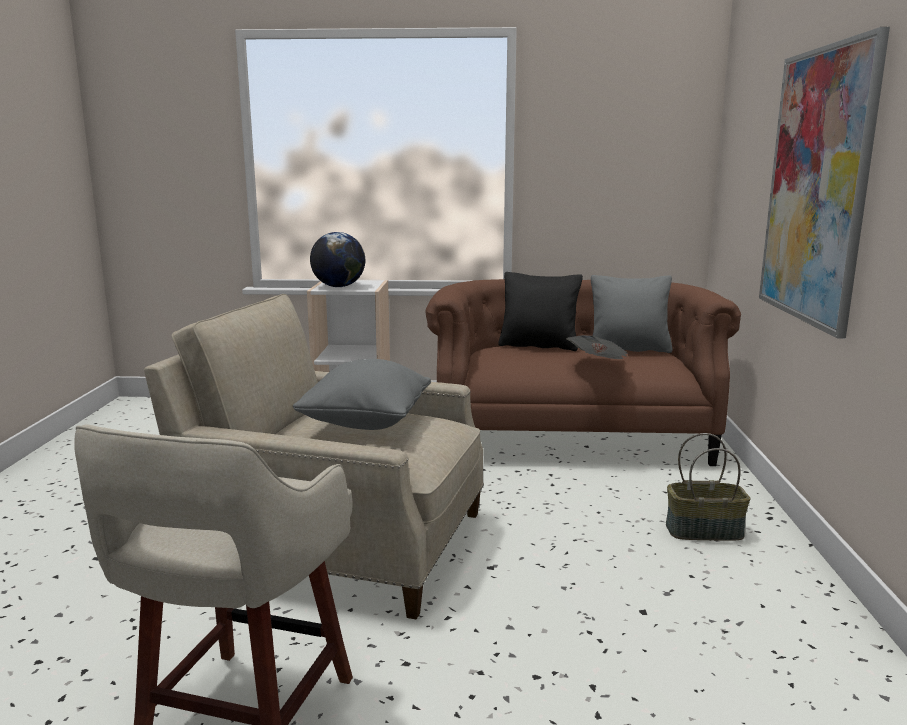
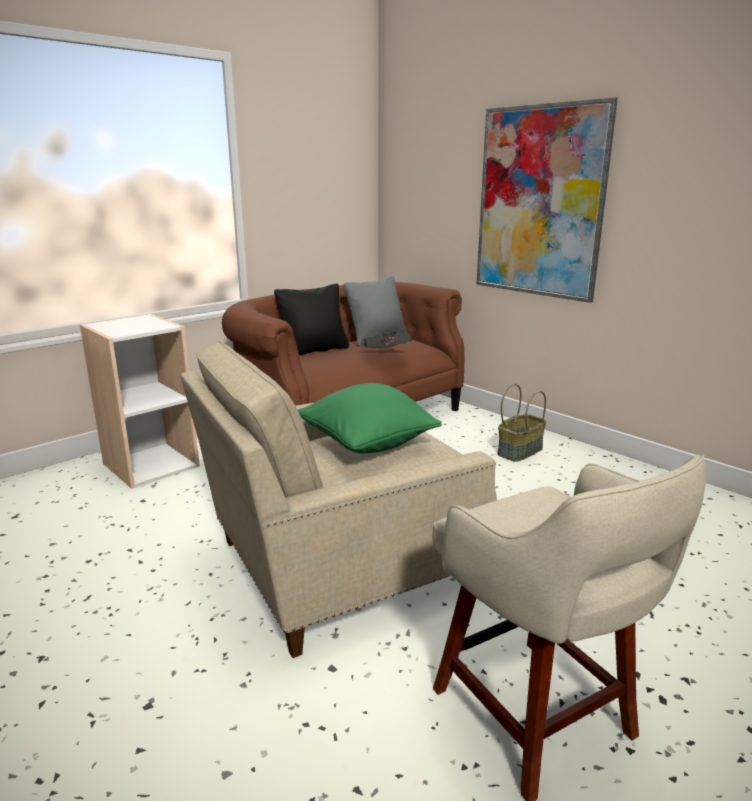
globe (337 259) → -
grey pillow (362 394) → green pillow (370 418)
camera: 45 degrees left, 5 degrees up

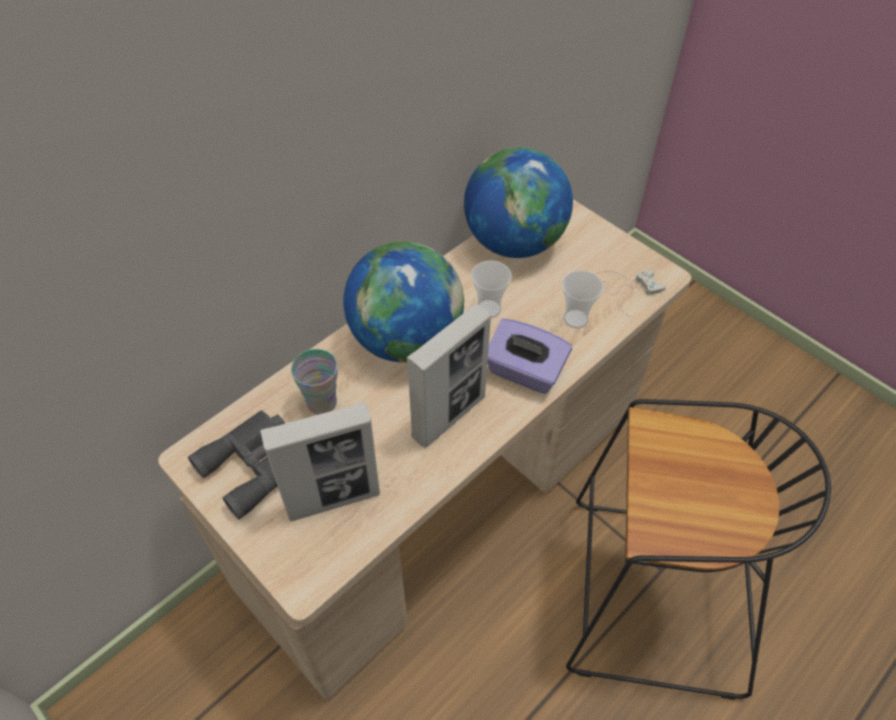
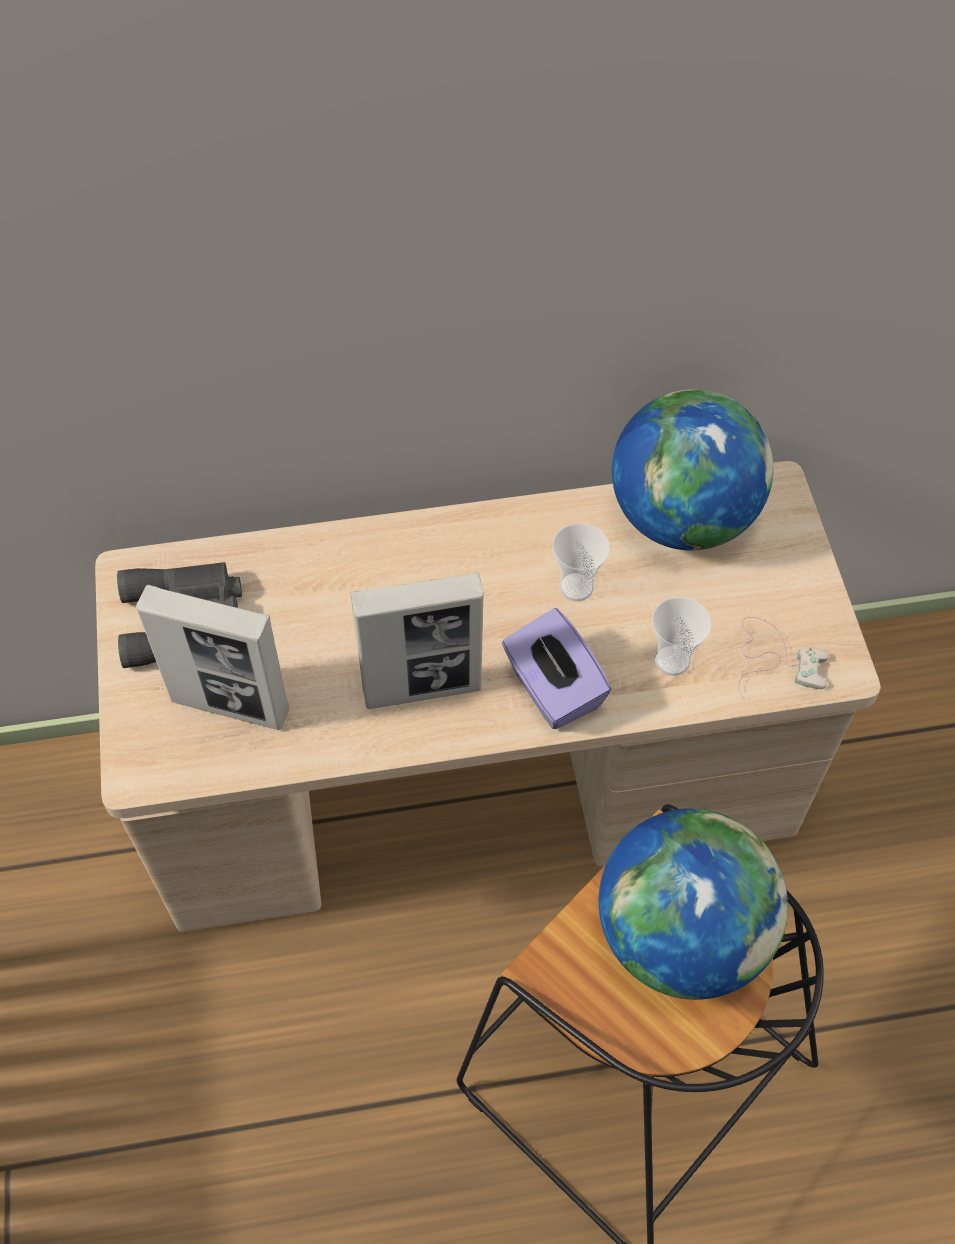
cup (314 382) → -
globe (403 302) → globe (693 904), move
camera: 35 degrees right, 5 degrees up

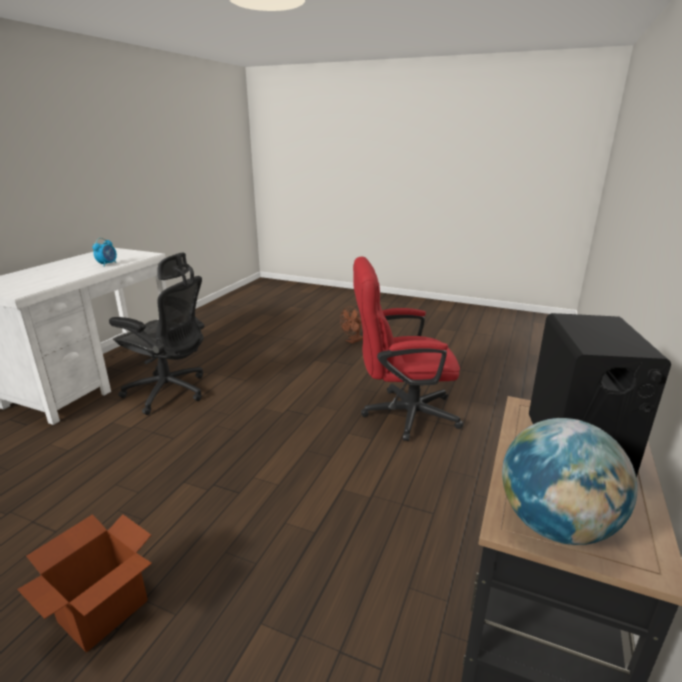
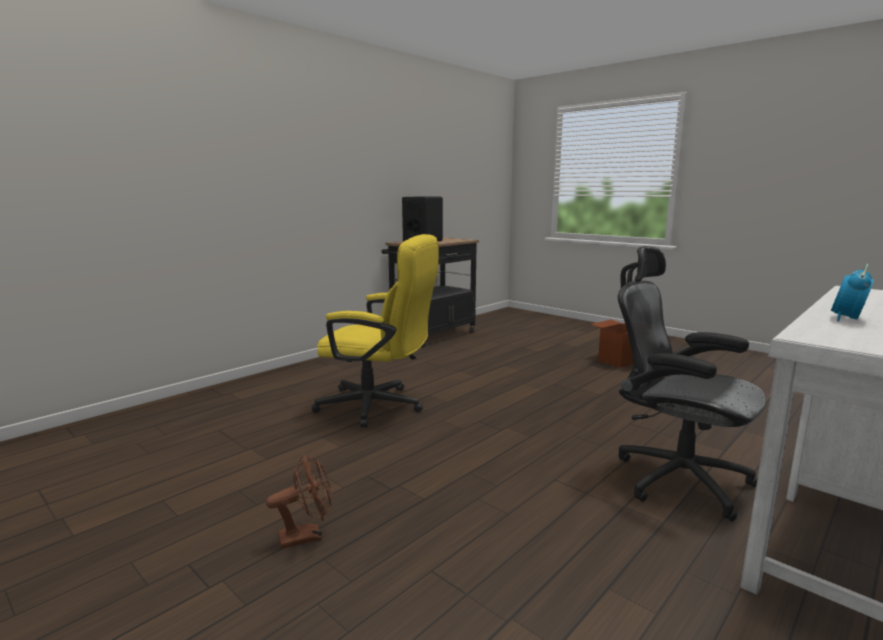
globe (569 481) → -
red office chair (408 349) → yellow office chair (375 330)
camera: 160 degrees left, 10 degrees down

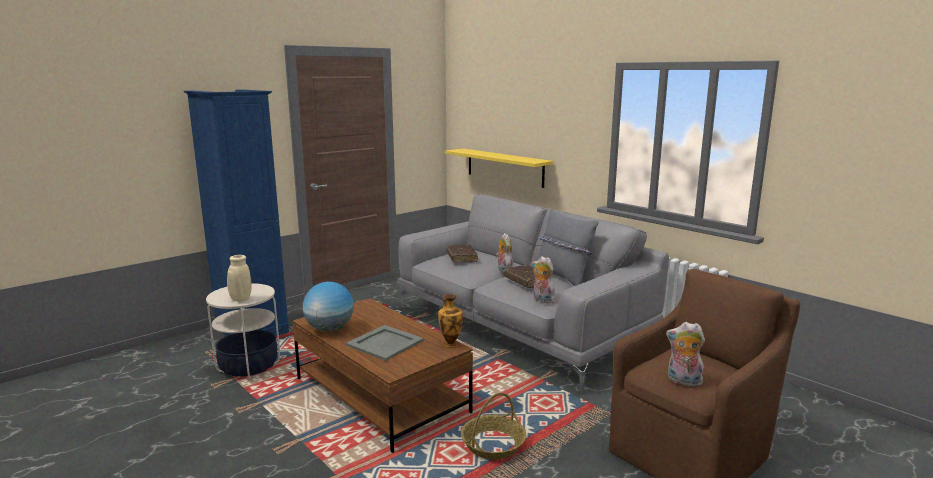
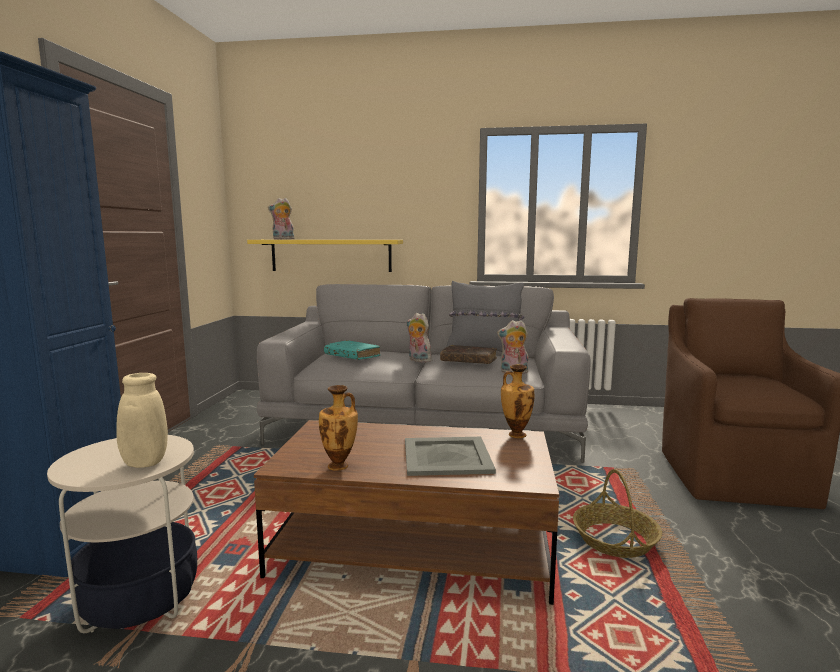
plush toy (685 354) → plush toy (281 218), move
globe (328 307) → vase (338 428)
brown book (462 253) → turquoise book (352 350)
camera: 40 degrees left, 5 degrees down

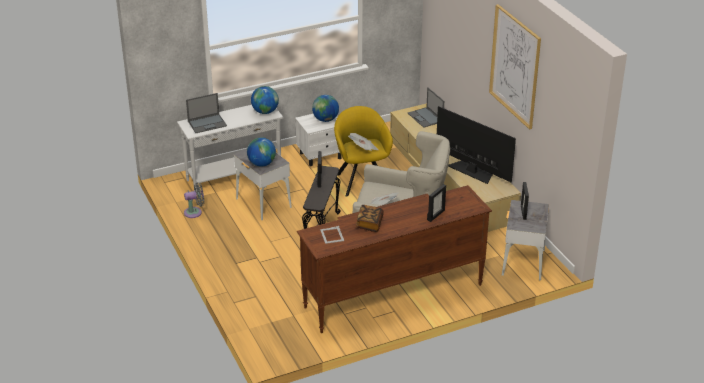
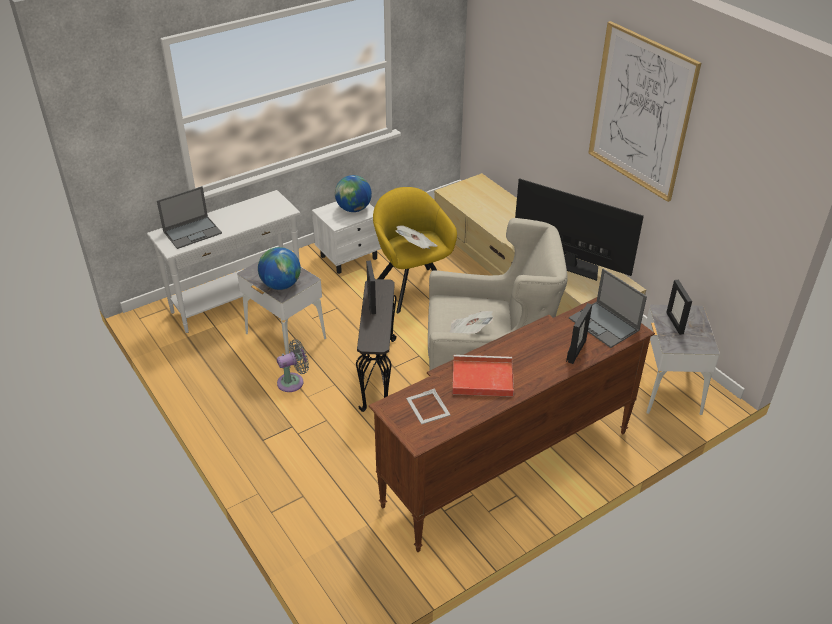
globe (265 100) → -
grey fan (194 200) → grey fan (293 365), move
laptop (426 107) → laptop (608 308), move
book (370 218) → red tray (483 376)
camera: 10 degrees left, 5 degrees up

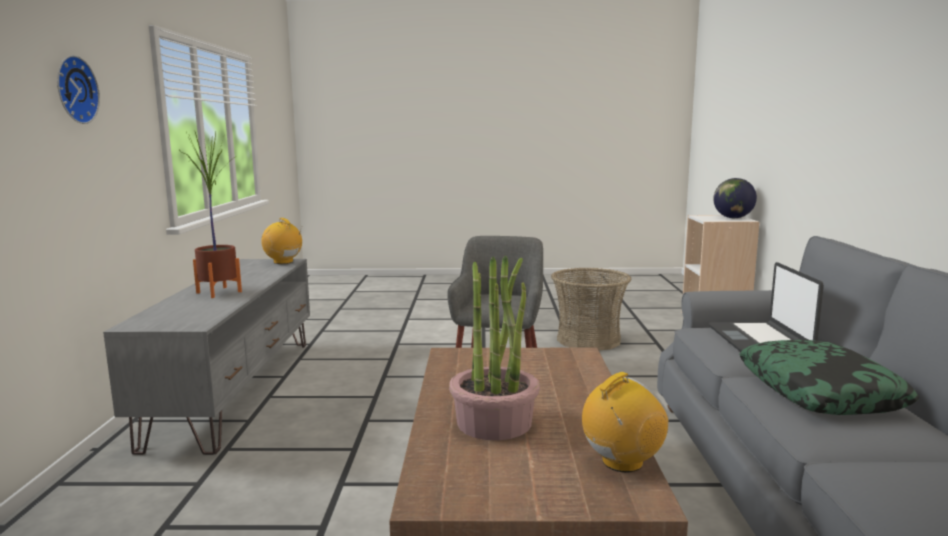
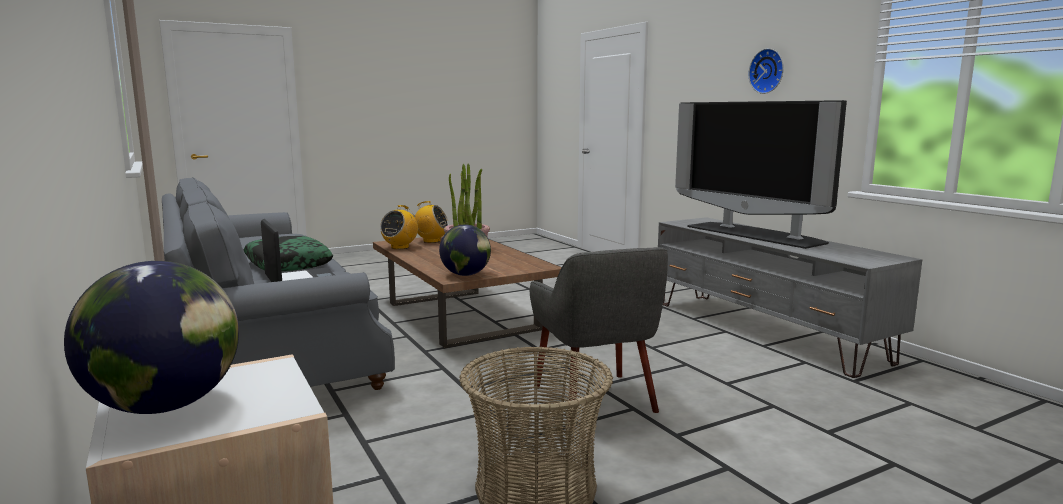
- → globe (465 250)
radio (282 241) → radio (429 222), move
potted plant (210 215) → television (761 174)
camera: 150 degrees right, 0 degrees up

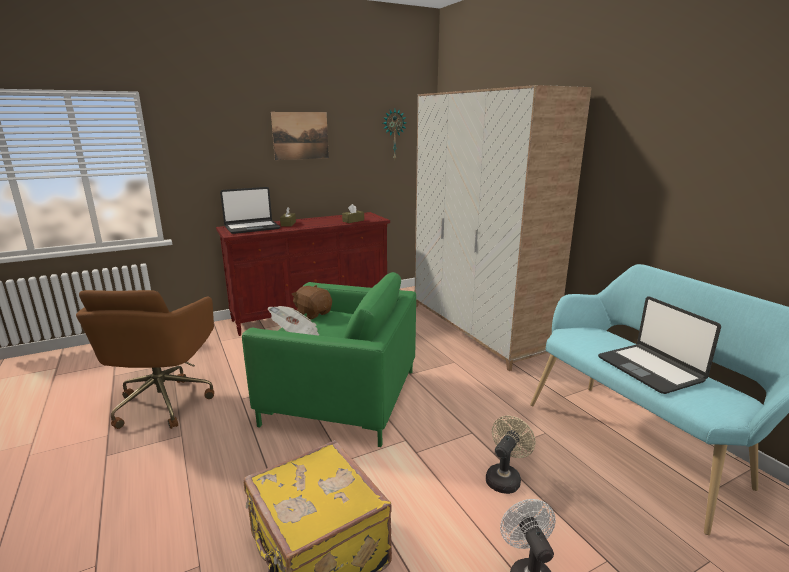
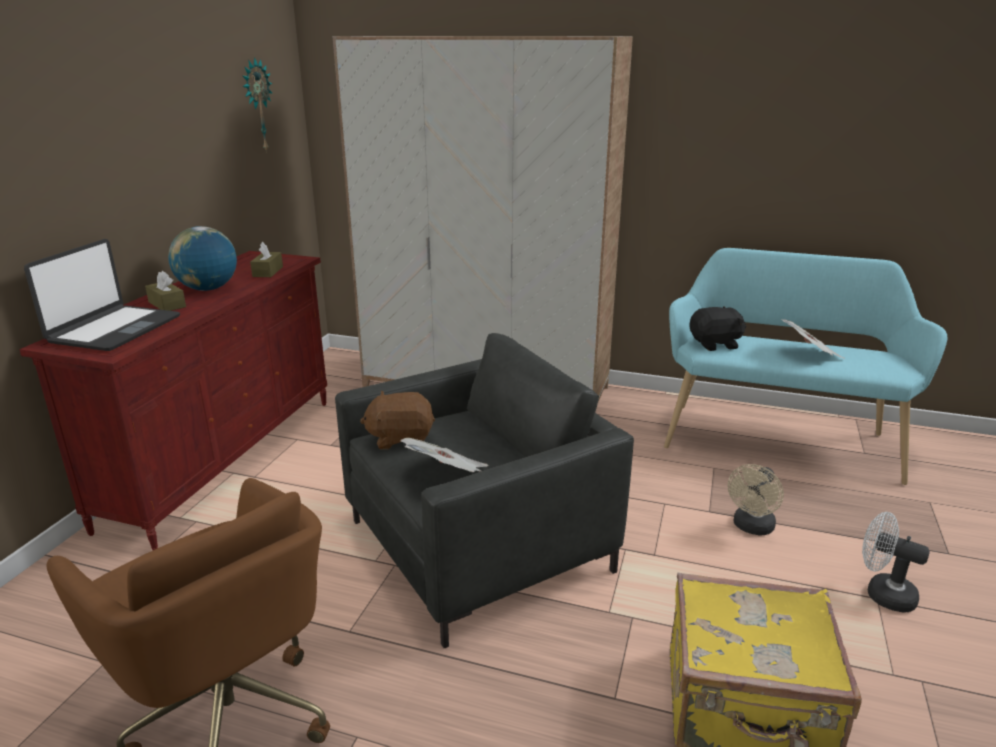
picture (300 136) → -
- → globe (202 258)
- → black plush toy (717 328)
laptop (659 345) → newspaper (813 339)
green armchair (329 359) → grey armchair (484 491)
beige fan (510 455) → beige fan (756 500), 135 degrees counterclockwise
camera: 45 degrees left, 5 degrees up

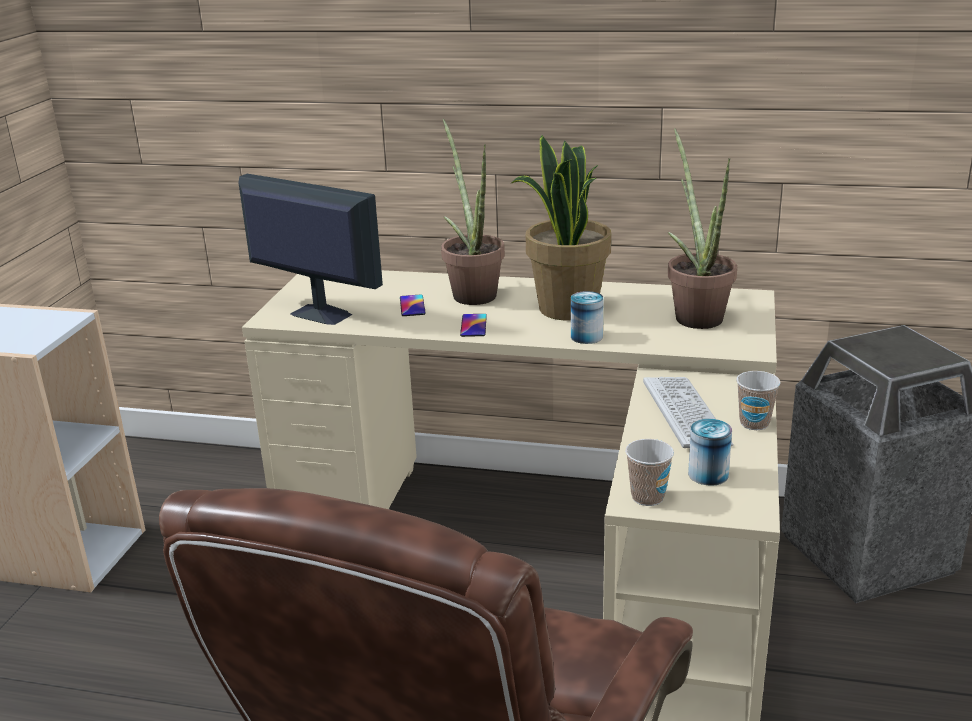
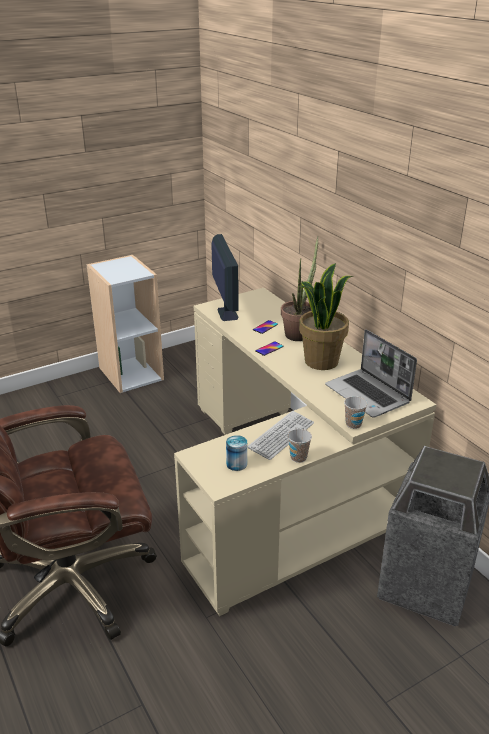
can (587 317) → -
cup (649 472) → cup (356 412), move
potted plant (702 228) → laptop (371 373)
camera: 45 degrees right, 5 degrees up

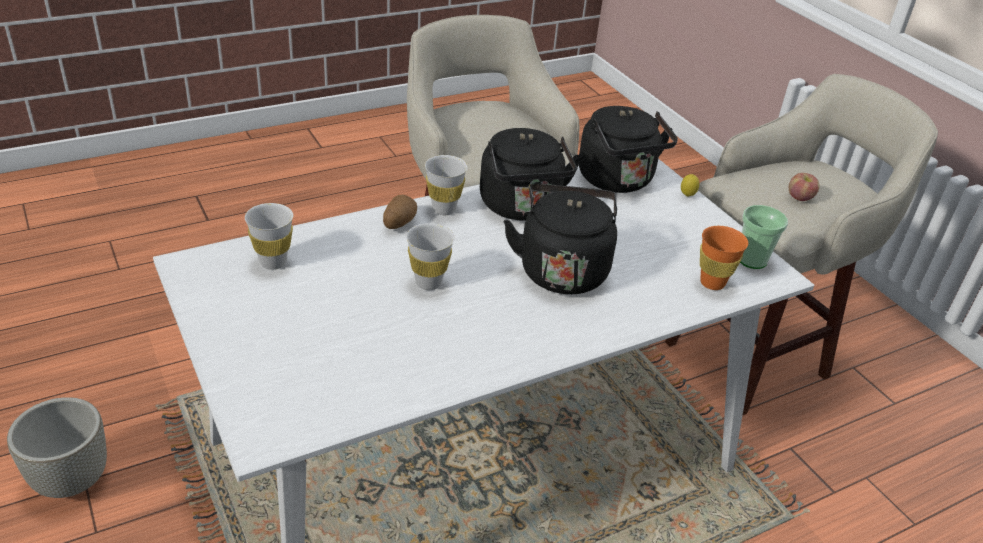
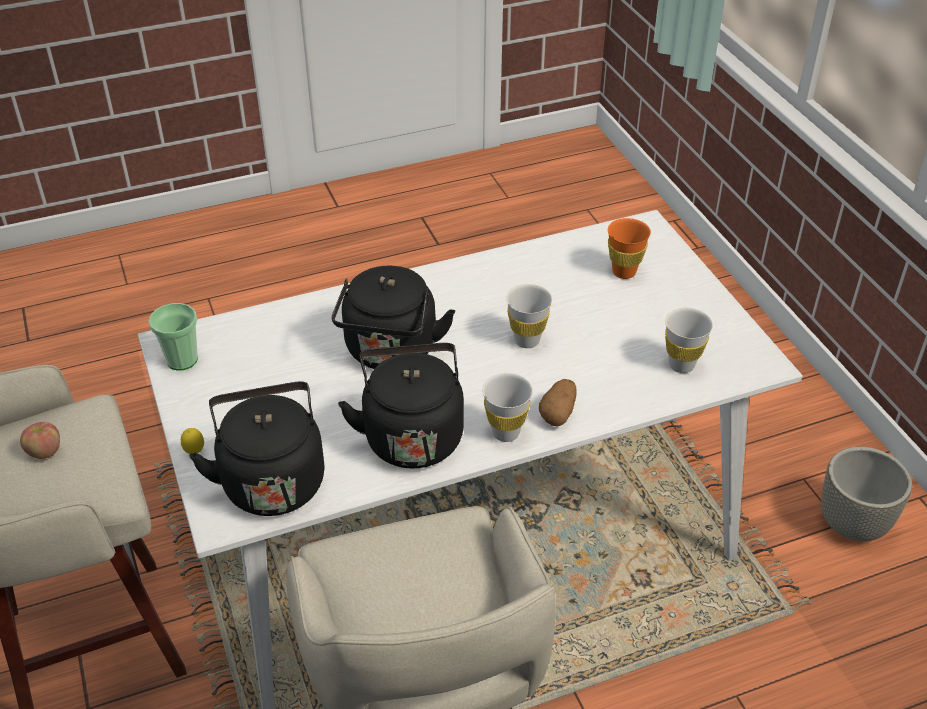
orange cup (724 258) → orange cup (629 248), move
camera: 170 degrees left, 5 degrees up

